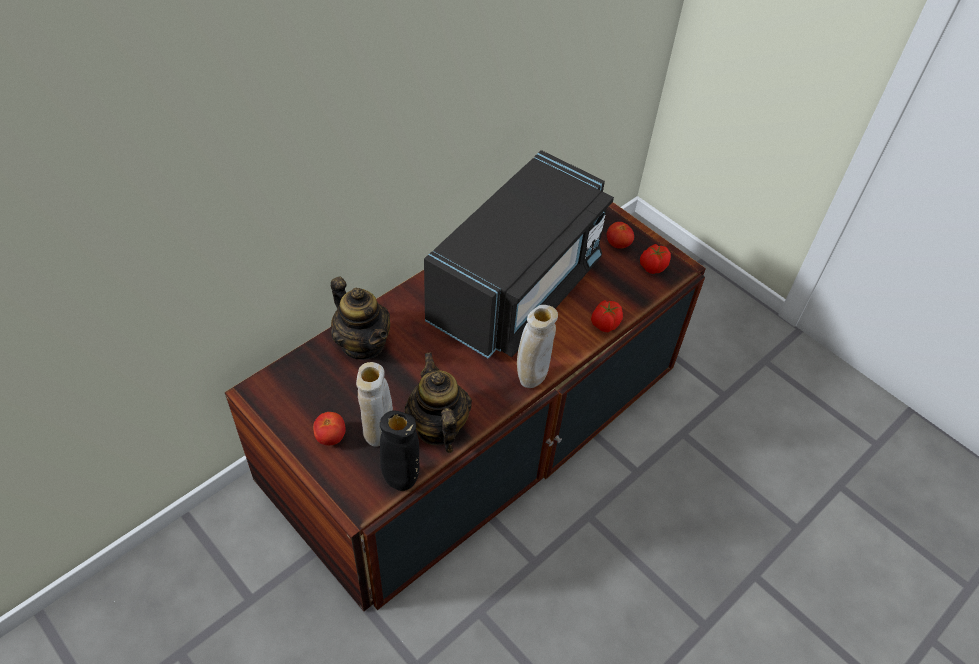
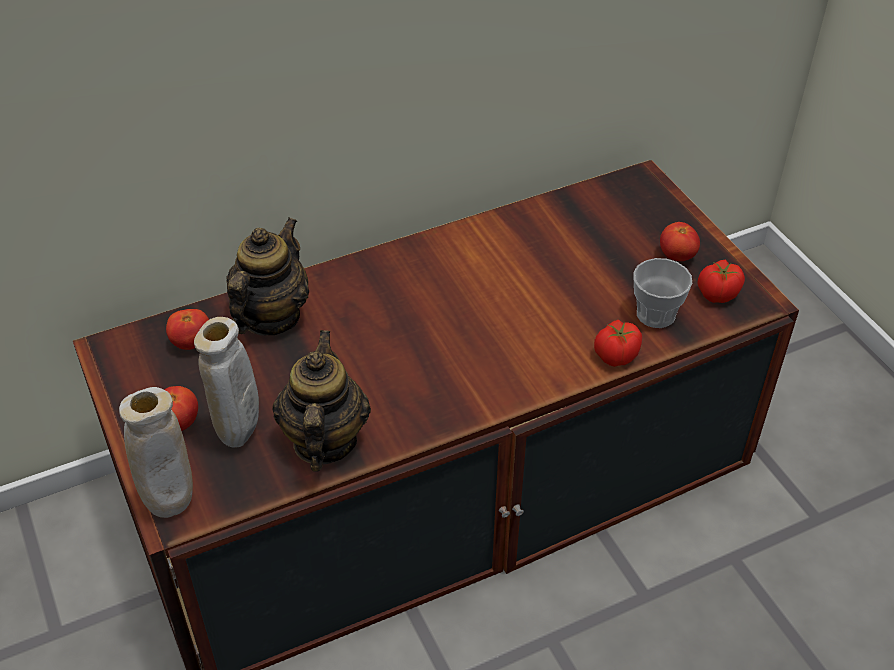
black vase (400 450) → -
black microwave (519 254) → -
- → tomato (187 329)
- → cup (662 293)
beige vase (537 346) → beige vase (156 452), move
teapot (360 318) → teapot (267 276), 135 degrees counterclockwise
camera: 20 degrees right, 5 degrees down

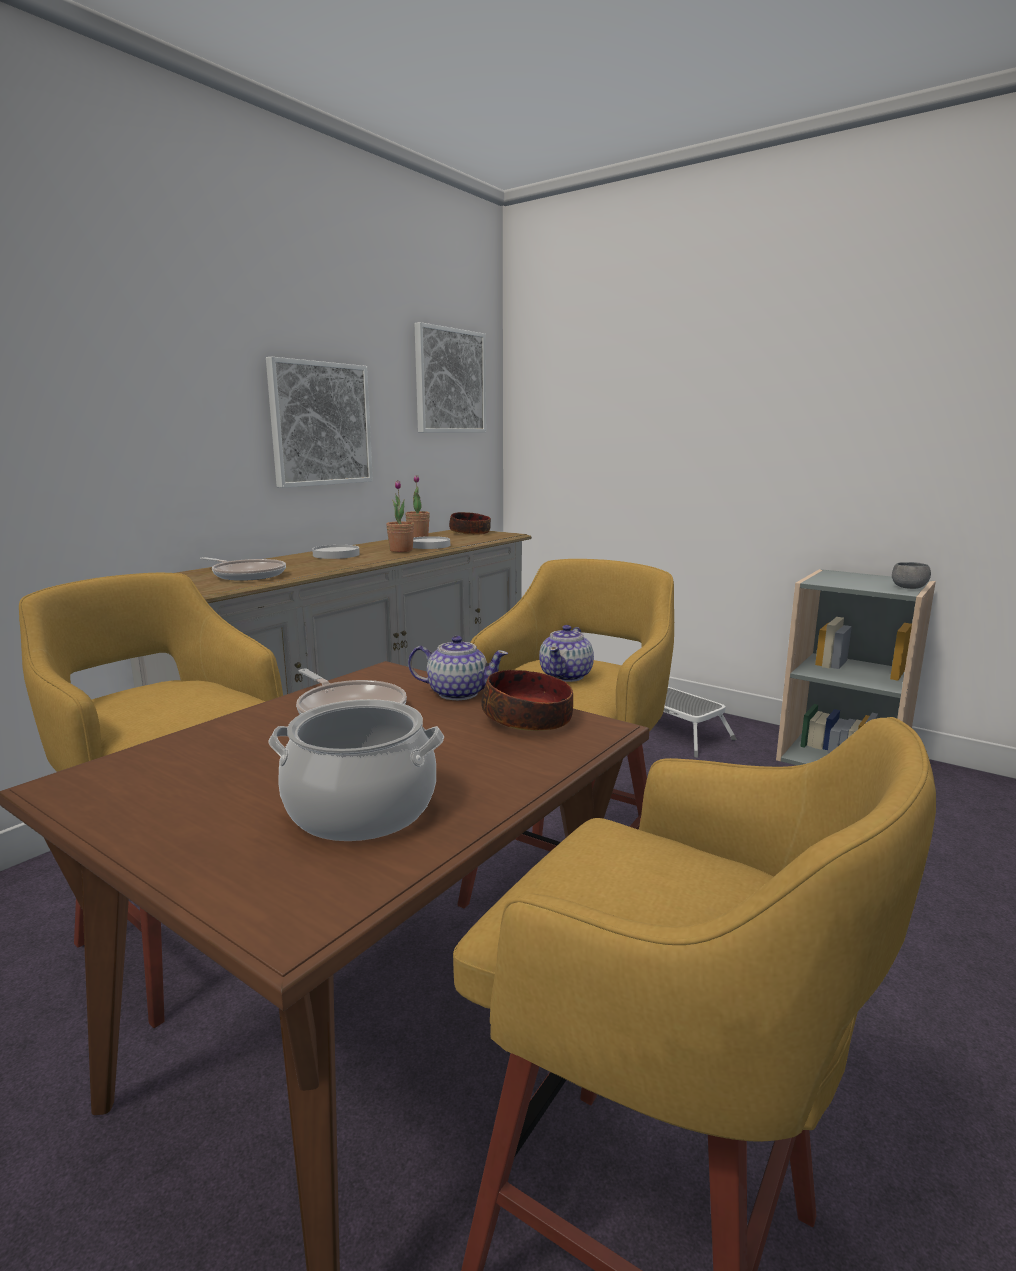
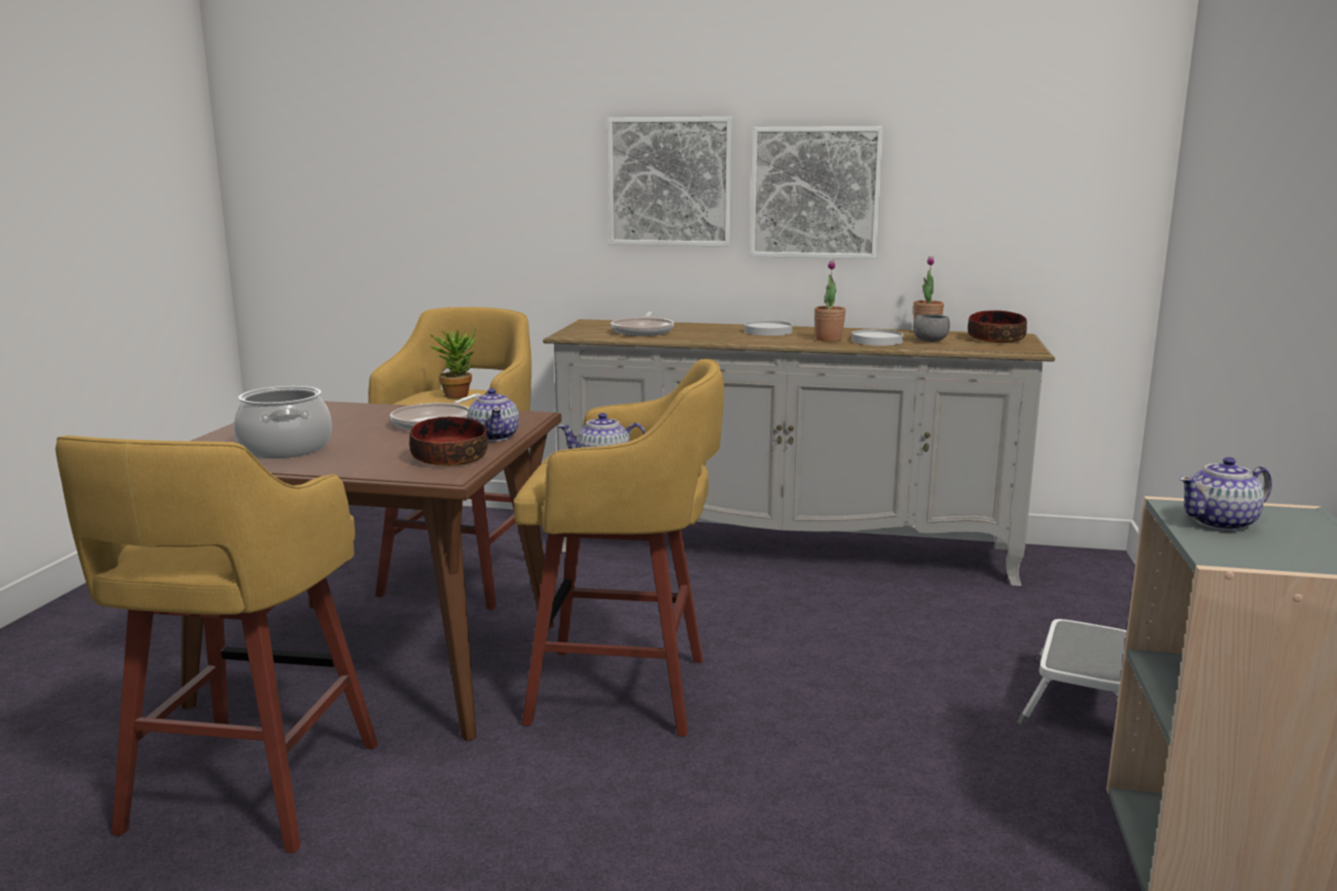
- → potted plant (452 363)
- → teapot (1226 494)
picture (450 377) → picture (670 182), move
grey bowl (911 575) → grey bowl (931 328), move
camera: 65 degrees right, 0 degrees up

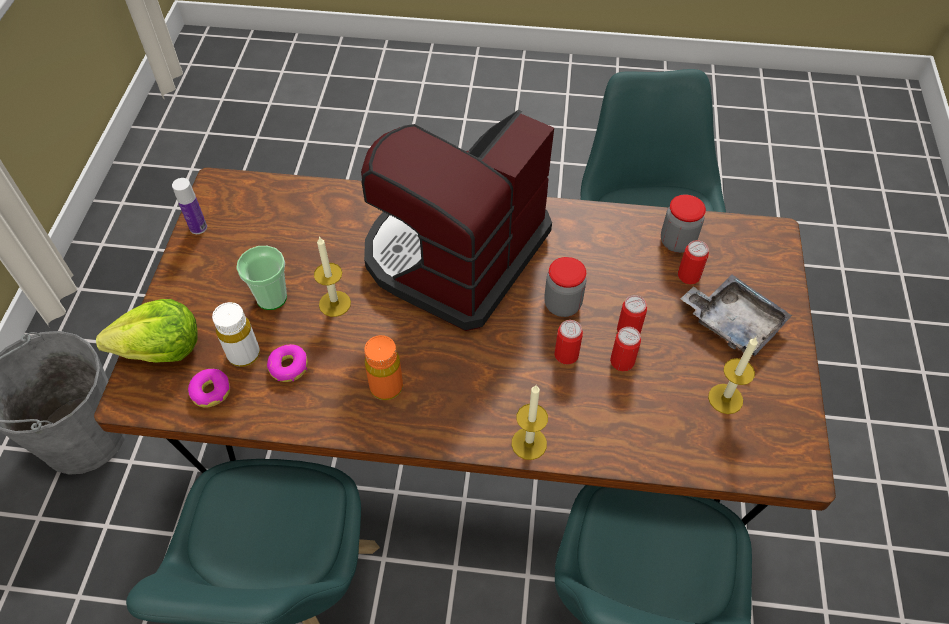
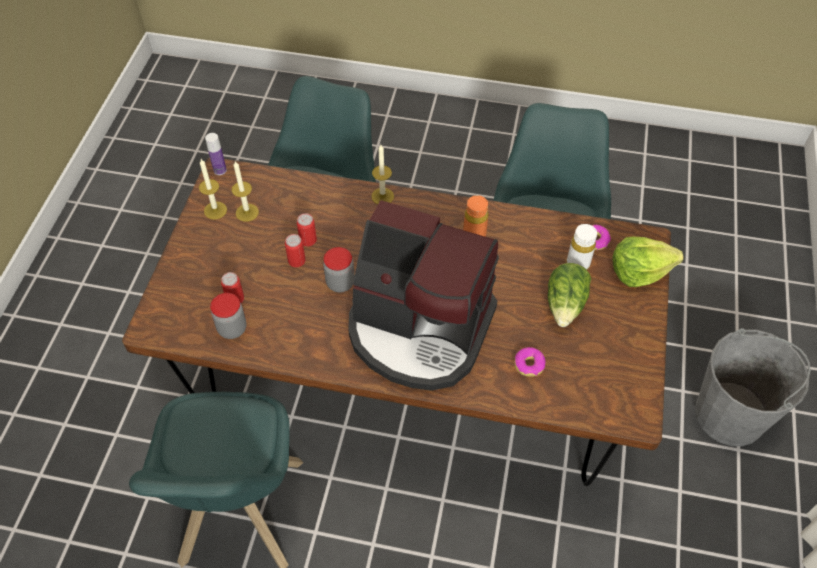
can (568 342) → -
grey tray (736 315) → -
bottle (189 206) → bottle (216 154), move
donut (287 363) → donut (530 362), move
candle (332 276) → candle (213 189), move
cup (261 278) → lettuce (569 295)
coffee machine (457 220) → coffee machine (423 295), 75 degrees clockwise
camera: 175 degrees left, 0 degrees up

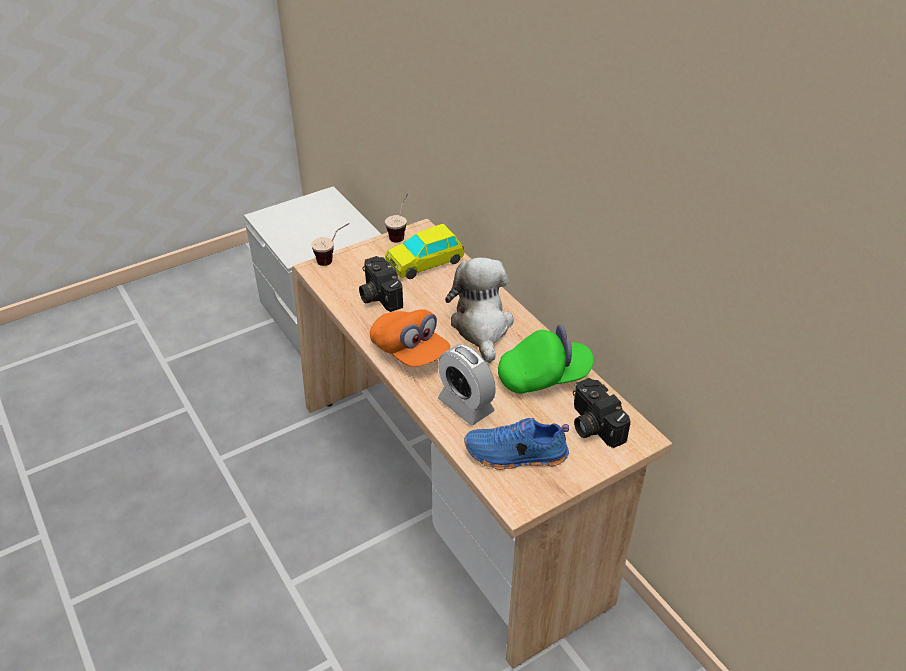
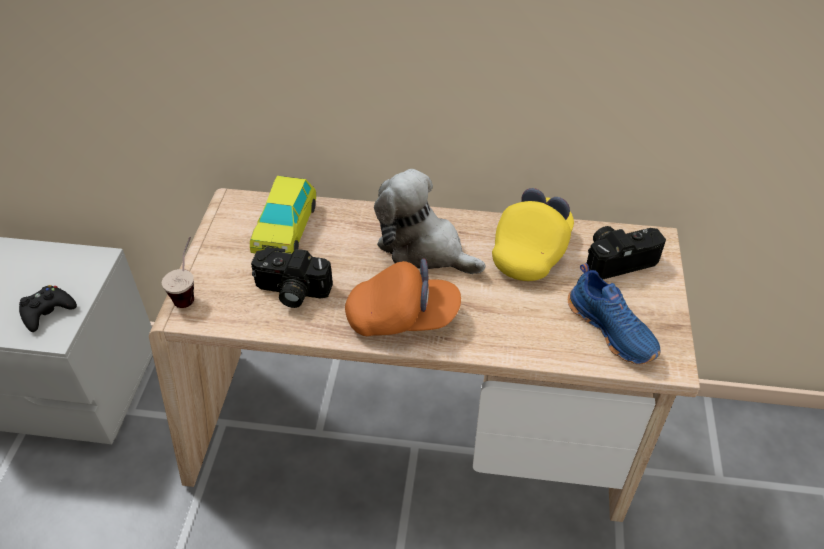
cup (396 218) → -
alarm clock (467 384) → -
- → black game controller (48 308)
green cap (546 359) → yellow cap (533 234)
blue shoe (516 444) → blue shoe (614 313), 75 degrees counterclockwise
photo camera (602 413) → photo camera (626 252), 150 degrees clockwise
camera: 50 degrees left, 5 degrees up

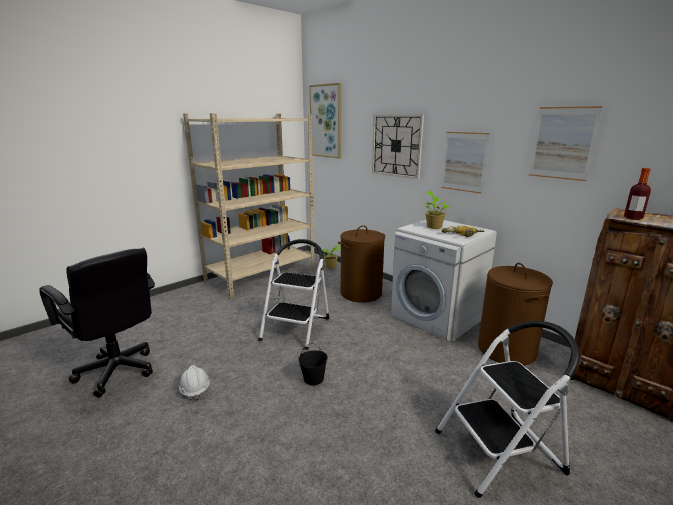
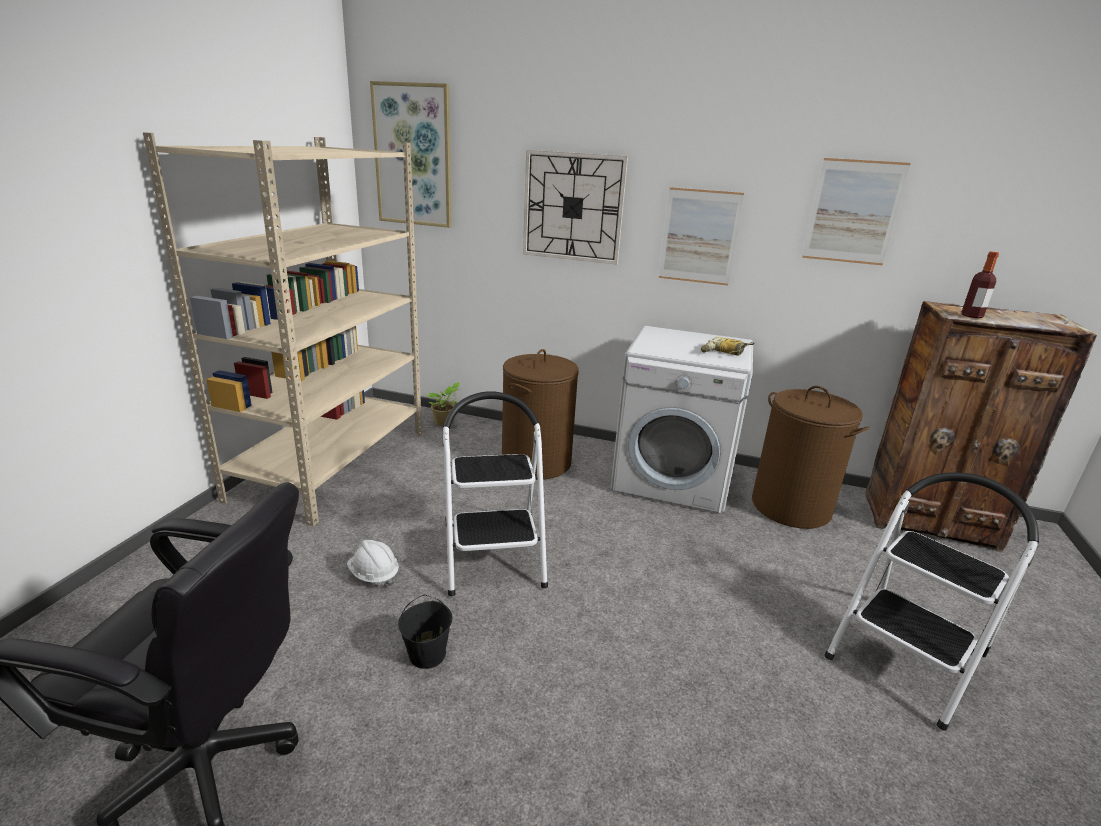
potted plant (435 210) → -
white hard hat (194 383) → white hard hat (373 563), move
black bucket (313 364) → black bucket (425 632), move
camera: 30 degrees left, 5 degrees up

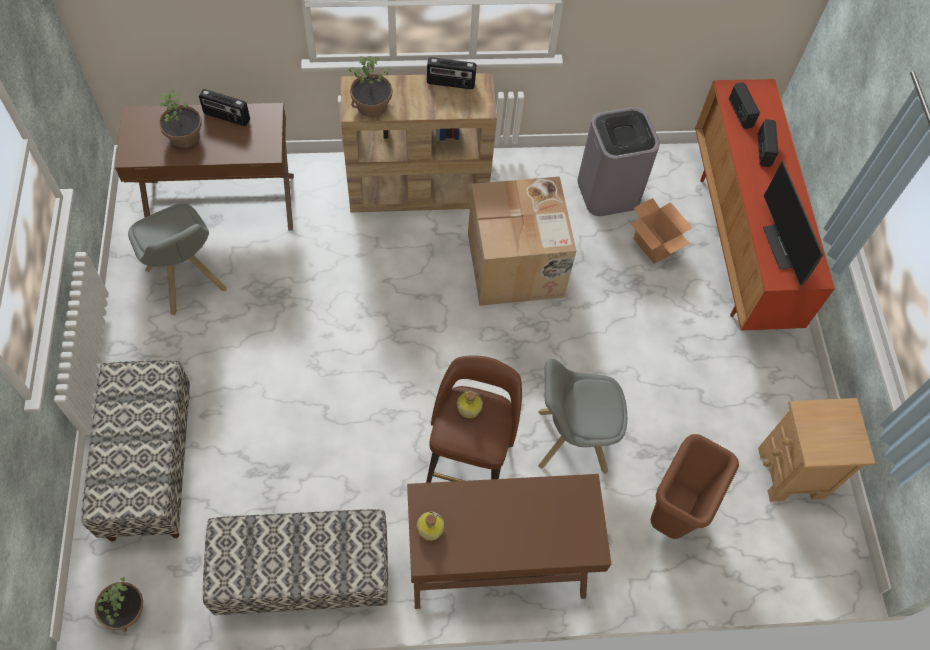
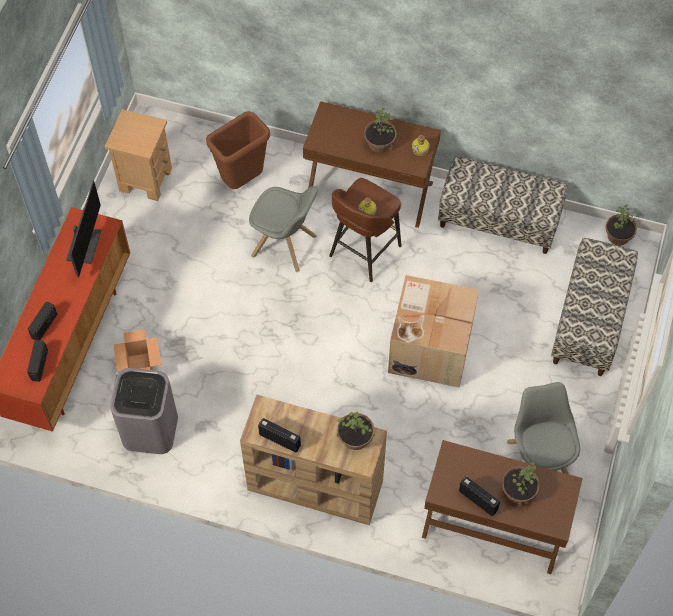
- → potted plant (380 130)
cardboard box (522 241) → cardboard box (433 331), move
camera: 155 degrees left, 0 degrees up

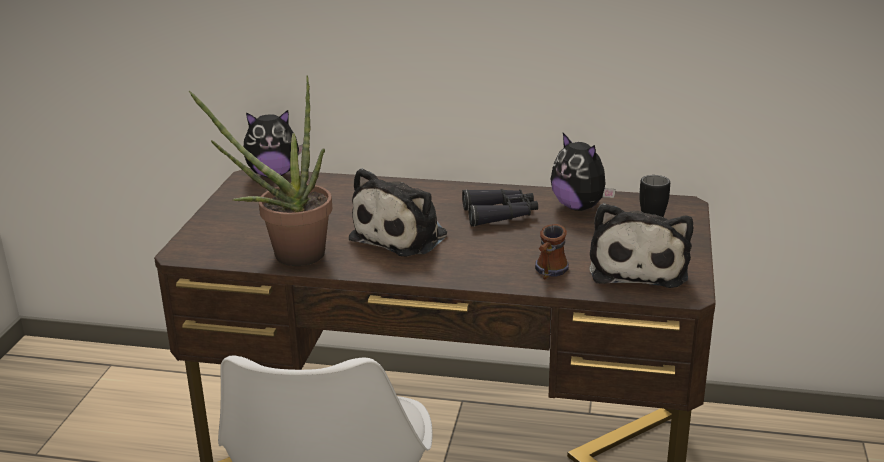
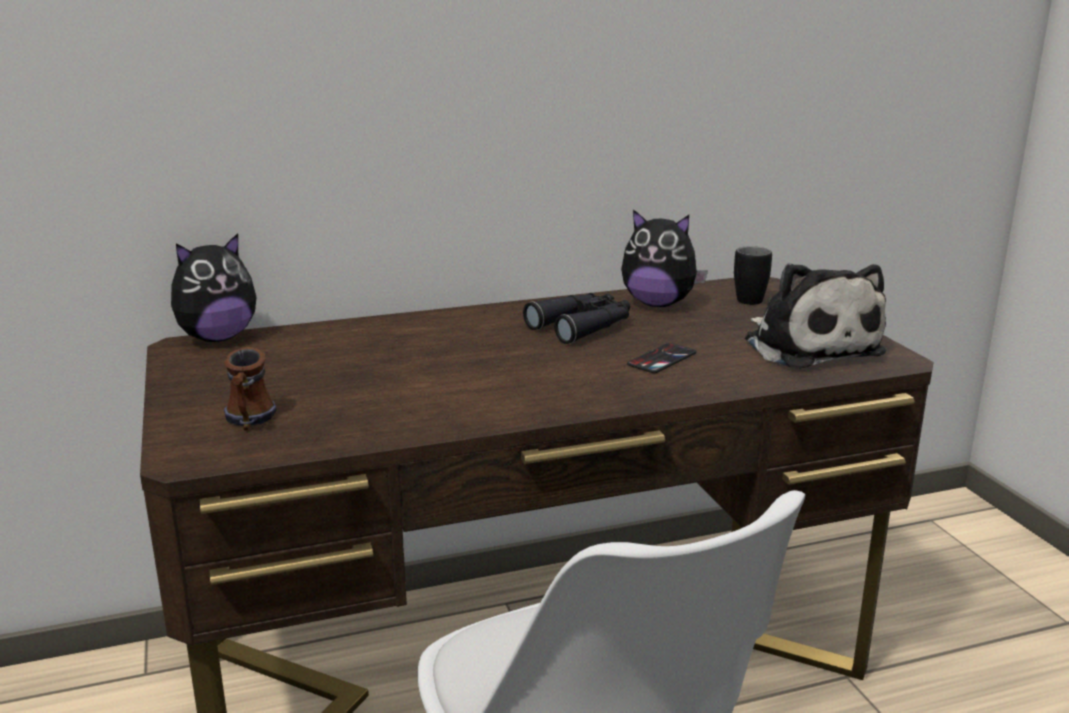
potted plant (260 170) → -
plush toy (398 212) → -
- → phone (662 358)
mug (552 252) → mug (250 389), move
camera: 30 degrees left, 5 degrees down

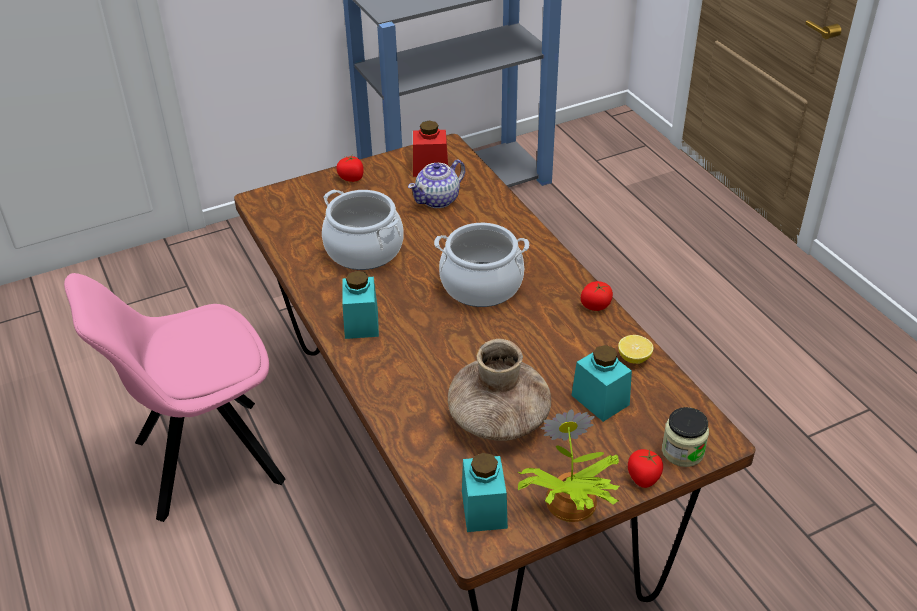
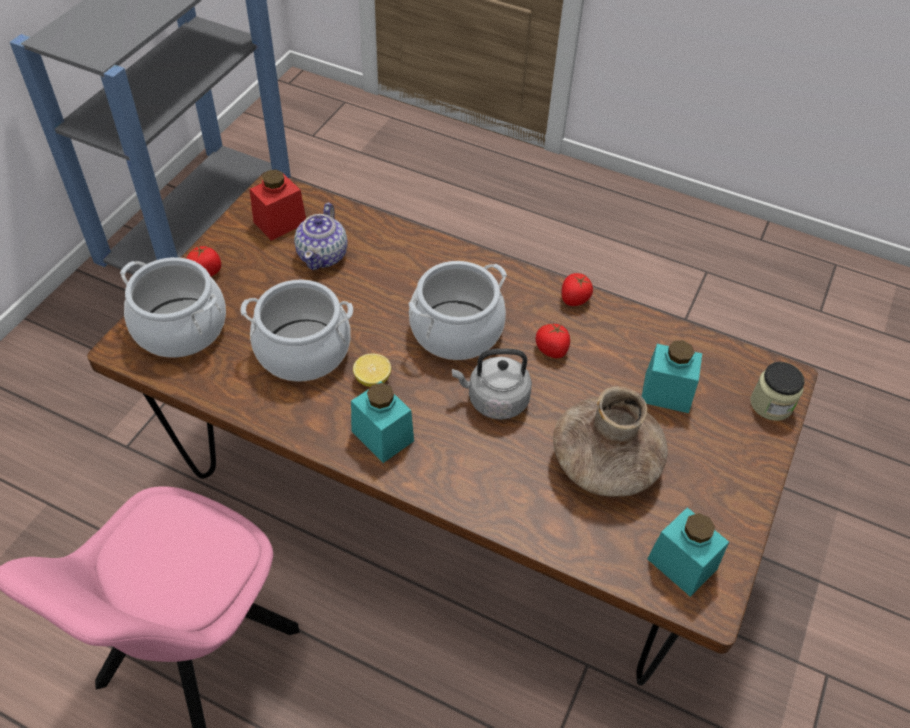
potted plant (568 465) → -
- → cooking pot (173 307)
- → grey kettle (492 384)
lemon (636 349) → lemon (372 370), move
tomato (645 468) → tomato (553 340), move
camera: 40 degrees left, 10 degrees up

